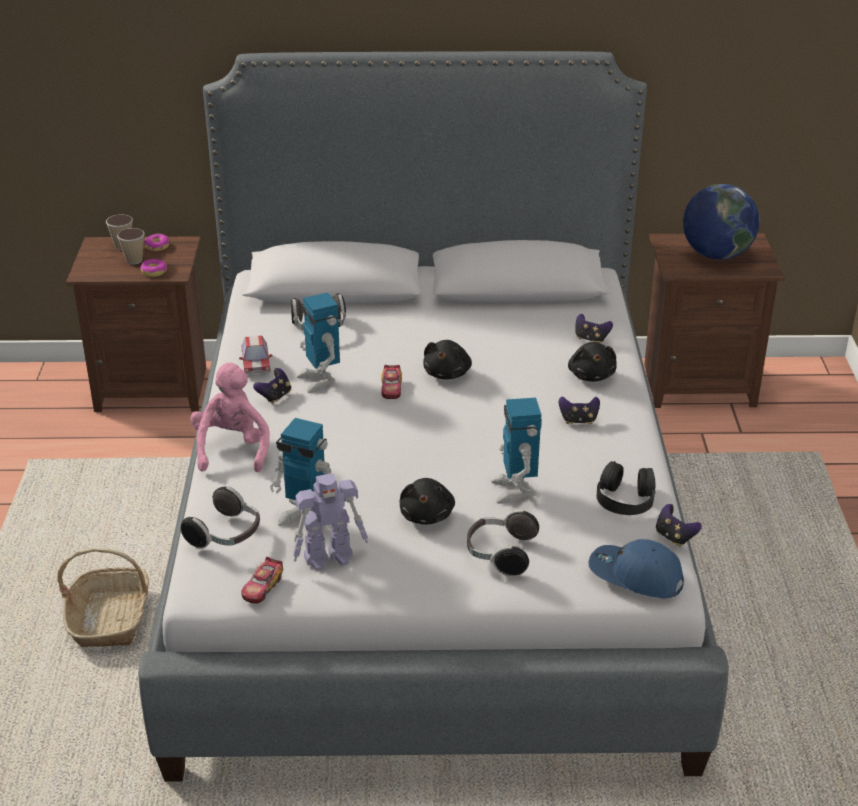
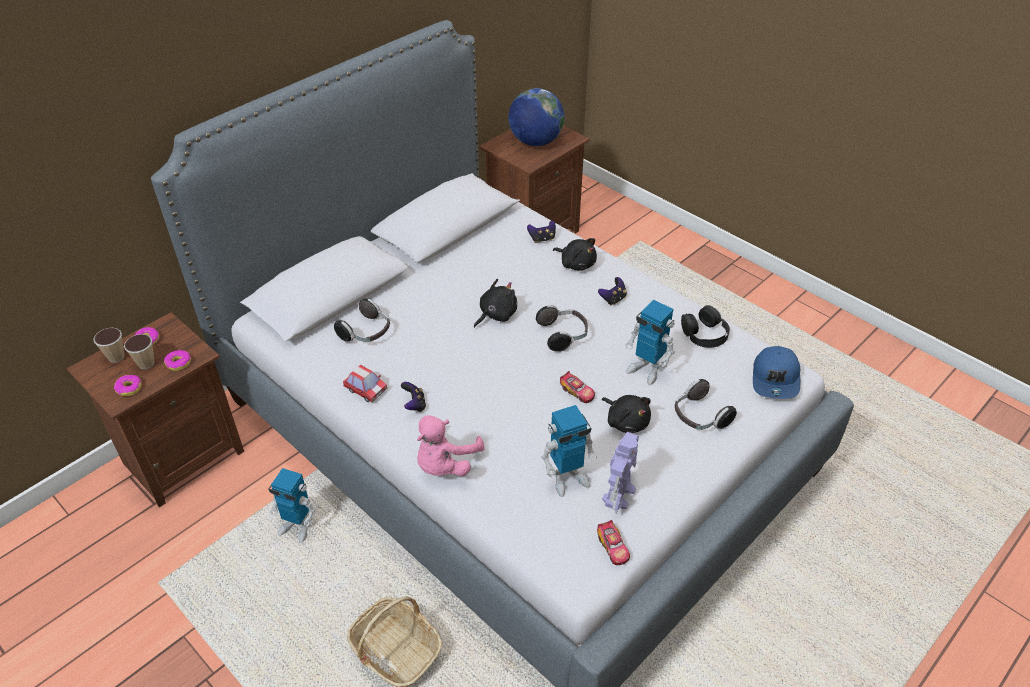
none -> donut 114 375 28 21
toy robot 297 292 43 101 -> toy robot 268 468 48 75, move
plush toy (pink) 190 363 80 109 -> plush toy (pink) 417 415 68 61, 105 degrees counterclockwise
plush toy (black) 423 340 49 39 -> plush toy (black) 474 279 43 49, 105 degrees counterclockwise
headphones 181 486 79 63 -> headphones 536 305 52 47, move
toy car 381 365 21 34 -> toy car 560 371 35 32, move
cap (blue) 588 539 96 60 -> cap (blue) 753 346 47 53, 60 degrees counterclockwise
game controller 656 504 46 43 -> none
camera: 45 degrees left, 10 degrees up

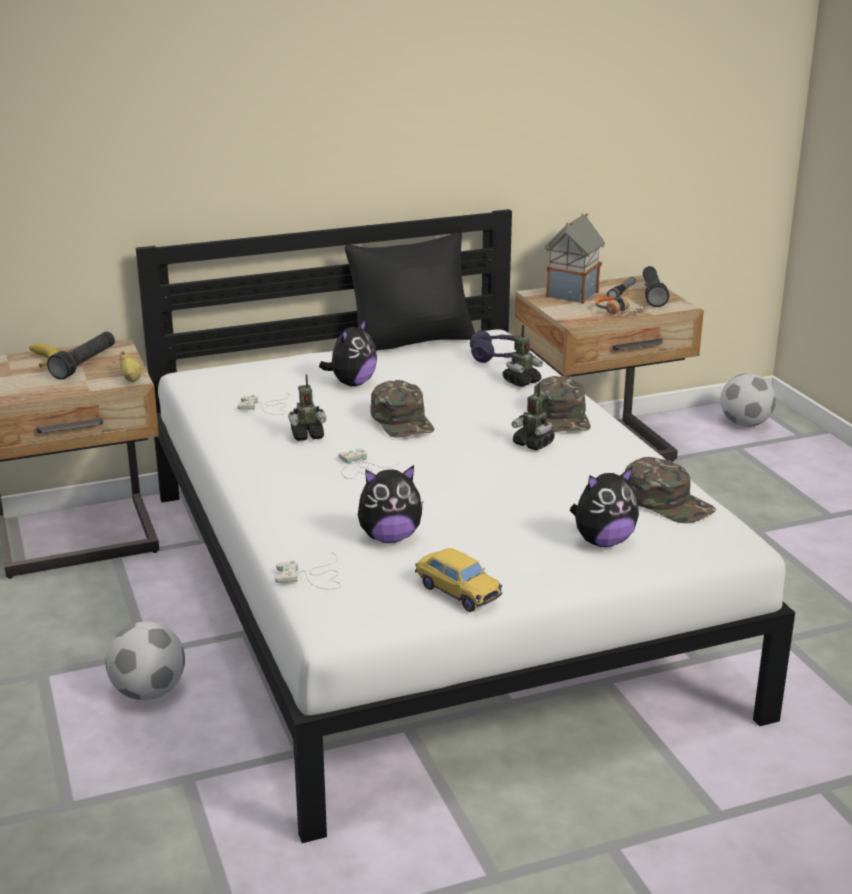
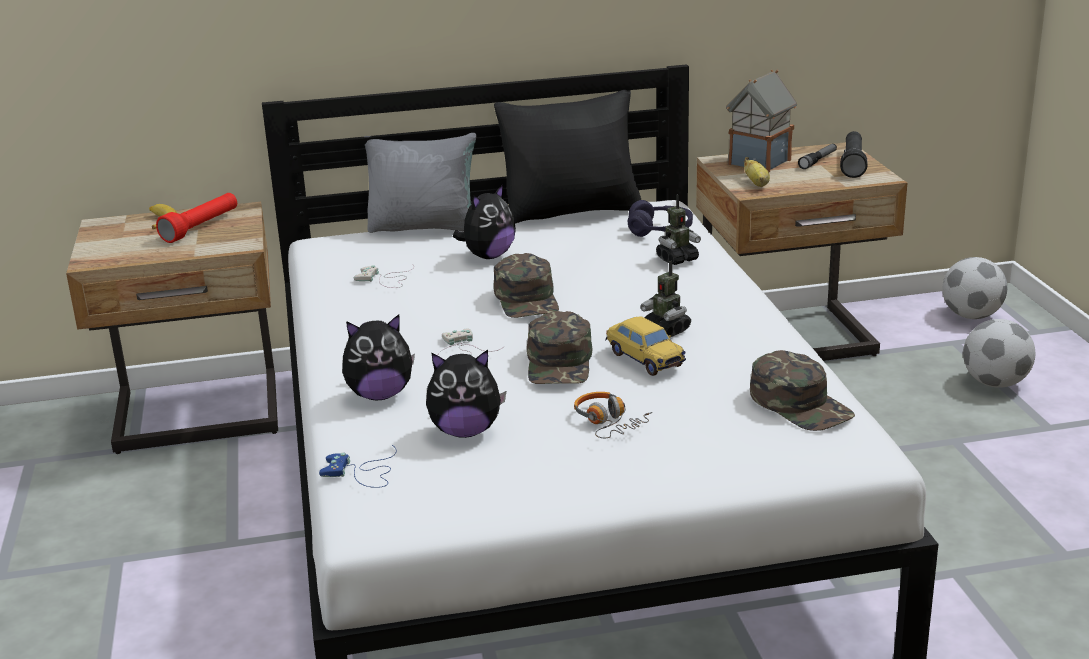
flashlight (black) 47 331 68 49 -> flashlight (red) 156 193 81 50
game controller (white) 275 552 66 37 -> game controller (blue) 319 445 78 43
plush toy 570 466 69 81 -> plush toy 342 314 73 86, move
none -> pillow (grey) 364 133 112 100
cap (green) 534 376 57 56 -> cap (green) 527 311 65 73, move
headphones 595 297 53 21 -> headphones 574 392 78 46, move
toy car 415 548 87 64 -> toy car 606 316 80 60, move
banana 119 352 23 30 -> banana 744 157 26 30, move
football 106 621 79 79 -> football 963 319 72 69, move
toy robot 288 374 38 67 -> none
camera: 10 degrees right, 0 degrees up

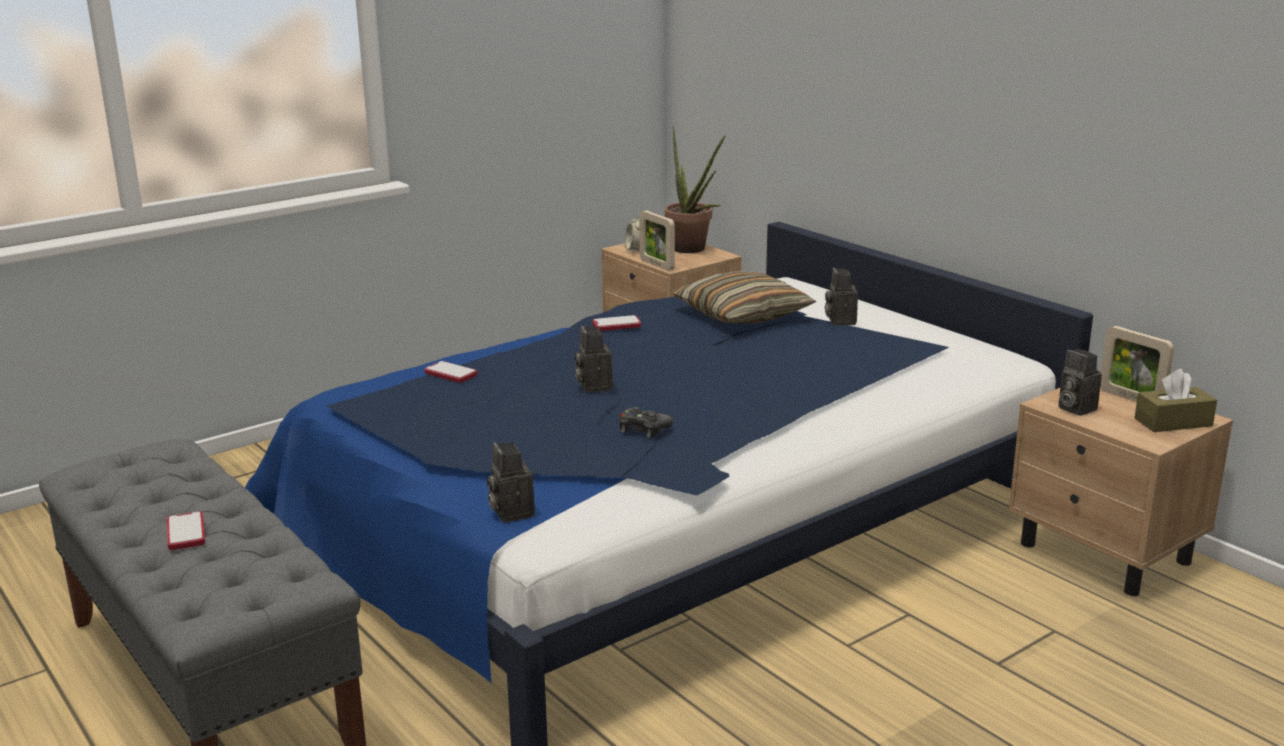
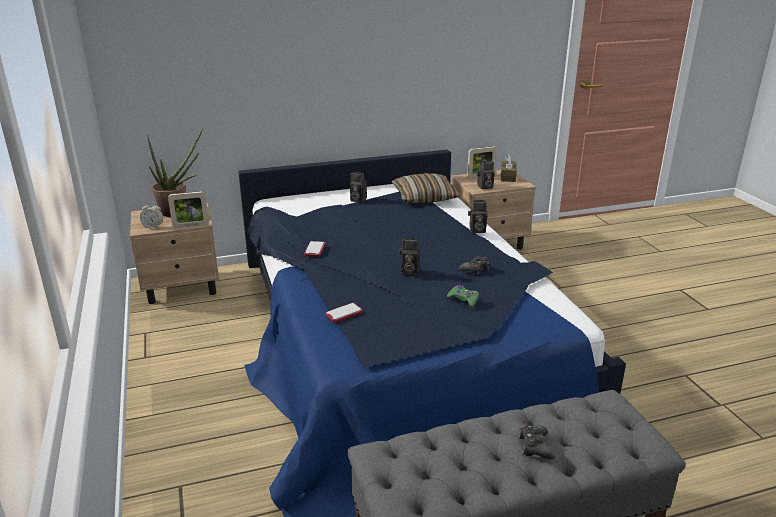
pillow 672 271 144 53 -> pillow 391 173 69 30, move
none -> game controller (green) 447 285 32 22
photo camera 487 442 48 80 -> photo camera 468 200 19 33, move
phone 167 512 38 38 -> game controller (black) 518 425 37 34
camera: 70 degrees left, 5 degrees up

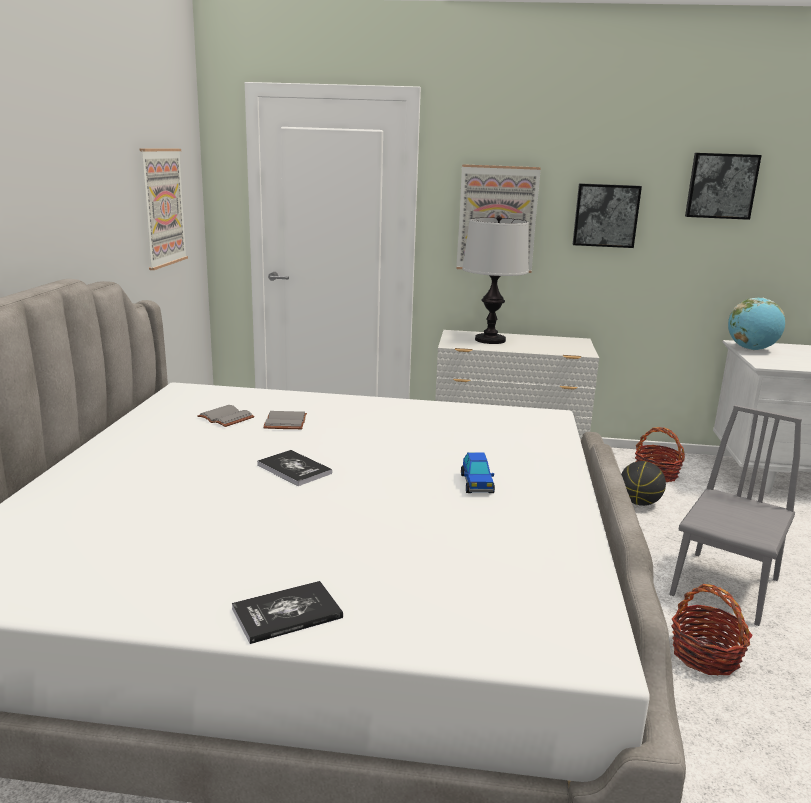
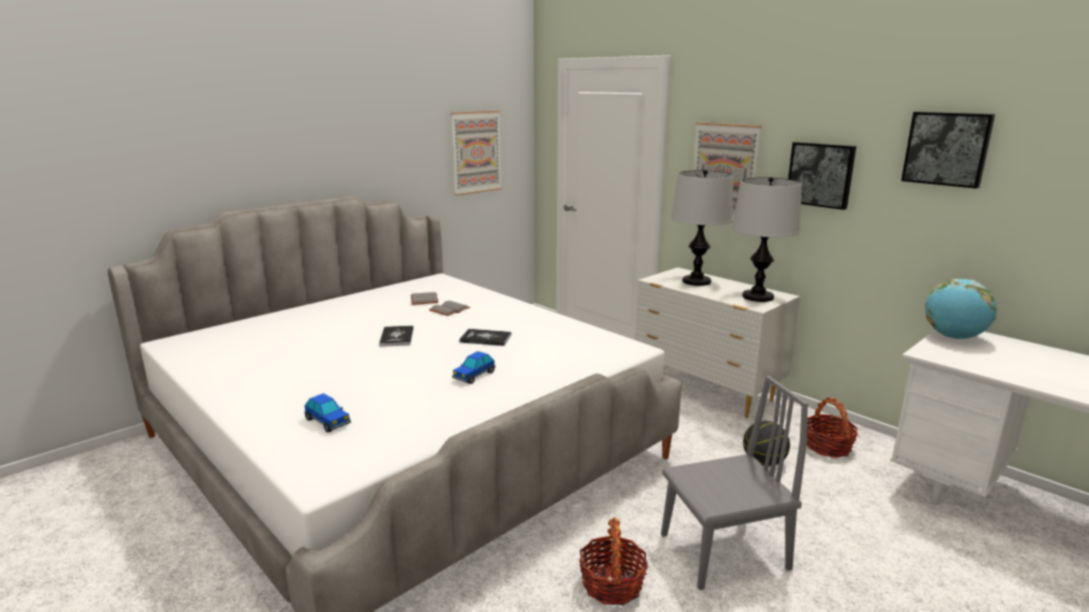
none -> toy car 304 393 47 39
book 232 581 111 63 -> book 459 329 52 17, move
none -> table lamp 732 177 70 125
camera: 40 degrees right, 0 degrees up

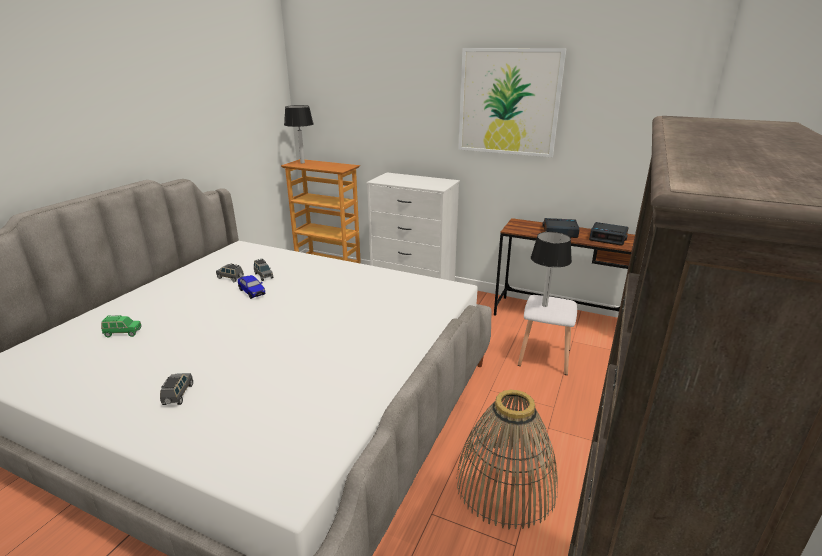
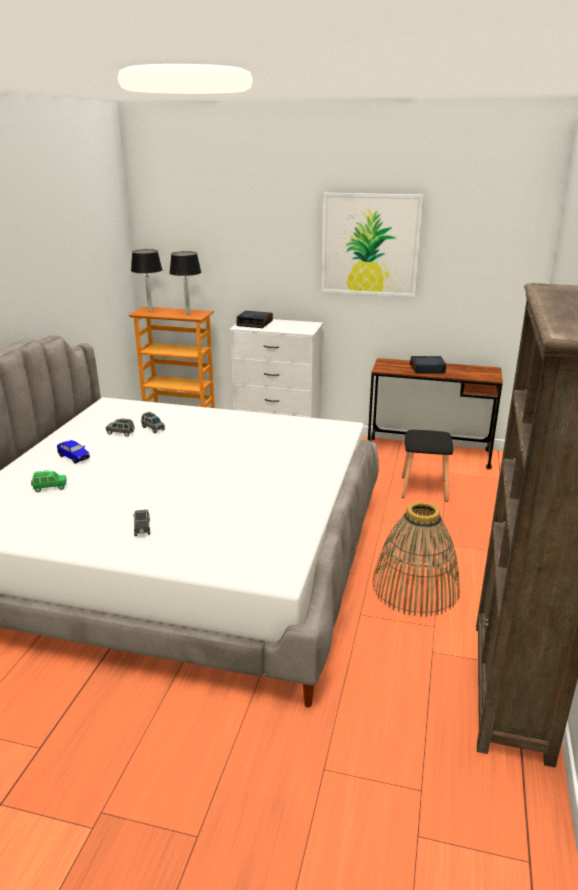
toy car 238 275 27 24 -> toy car 57 440 33 24, move
table lamp 531 232 41 75 -> table lamp 170 251 31 64, move
alarm clock 589 222 40 24 -> alarm clock 236 311 37 17, move
stool (white) 518 295 59 80 -> stool (black) 401 430 52 72
camera: 10 degrees left, 0 degrees up

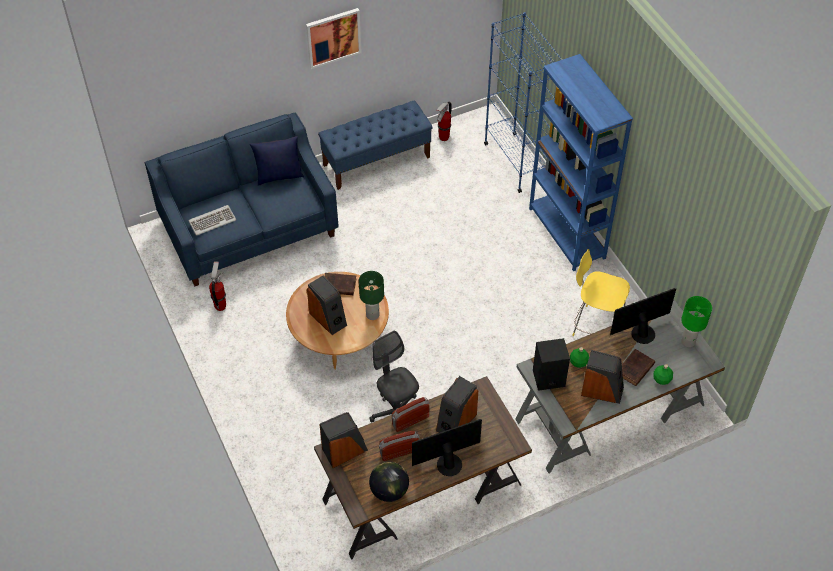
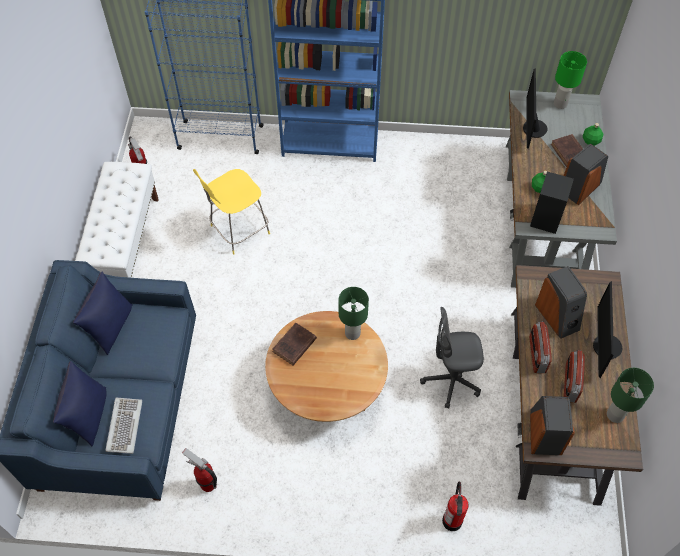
none -> pillow (blue) 53 361 54 86
bench (blue) 318 100 115 90 -> bench (white) 75 162 84 116
stool (yellow) 572 249 58 87 -> stool (yellow) 193 169 77 86, move
none -> fire extinguisher 442 481 27 50
globe 369 462 40 40 -> table lamp (green) 607 368 47 55
picture 306 8 56 61 -> none
speaker 307 275 40 60 -> none
camera: 60 degrees left, 5 degrees up

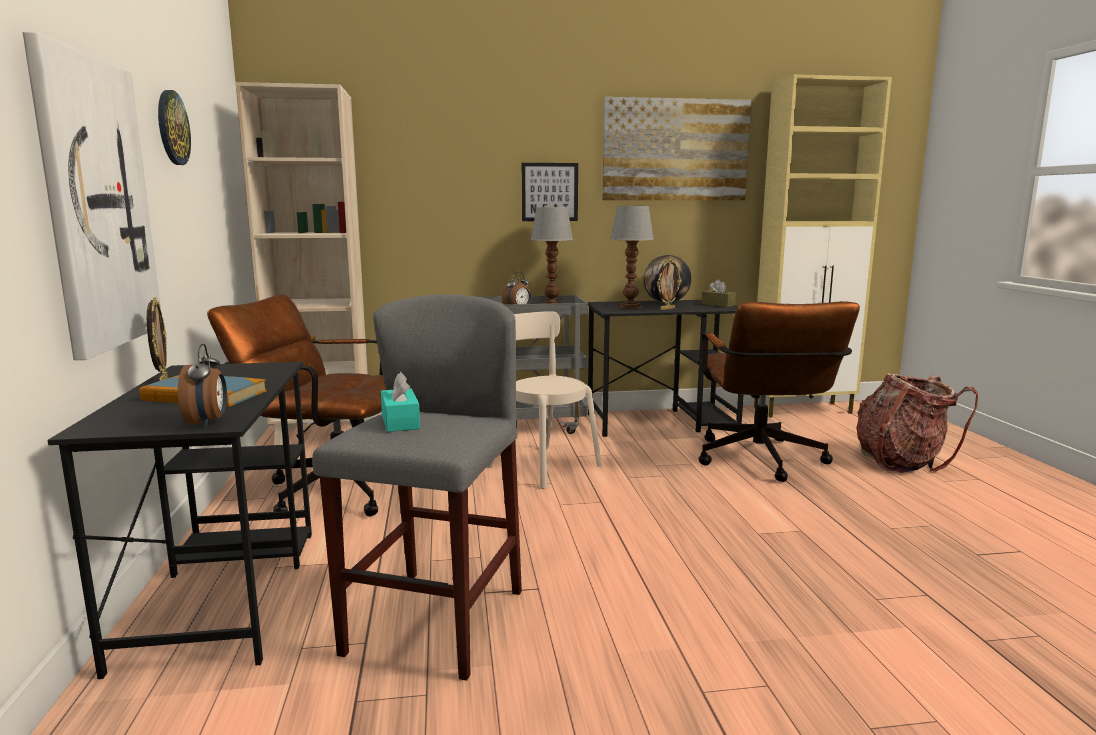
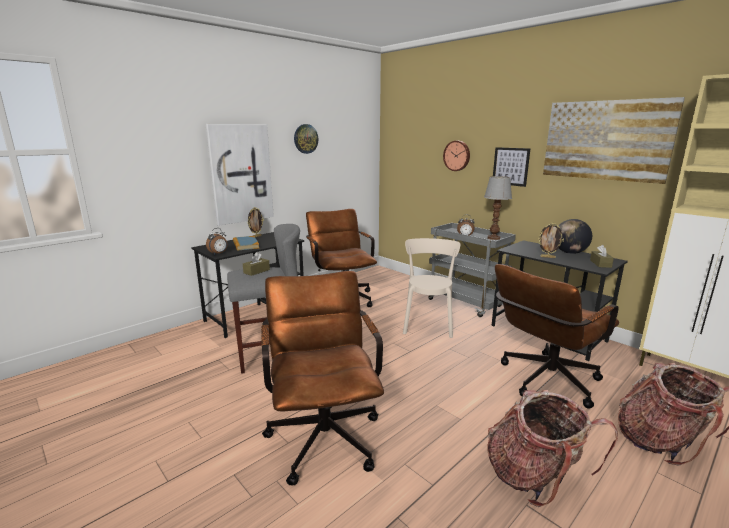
tissue box (turquoise) 381 372 39 60 -> tissue box (brown) 243 253 27 23
none -> office chair (brown) 261 271 123 215
none -> wall clock 443 141 27 30
none -> backpack 487 390 131 117
bookcase (beige) 236 82 132 363 -> none
table lamp 610 206 44 103 -> none
camera: 55 degrees right, 5 degrees up

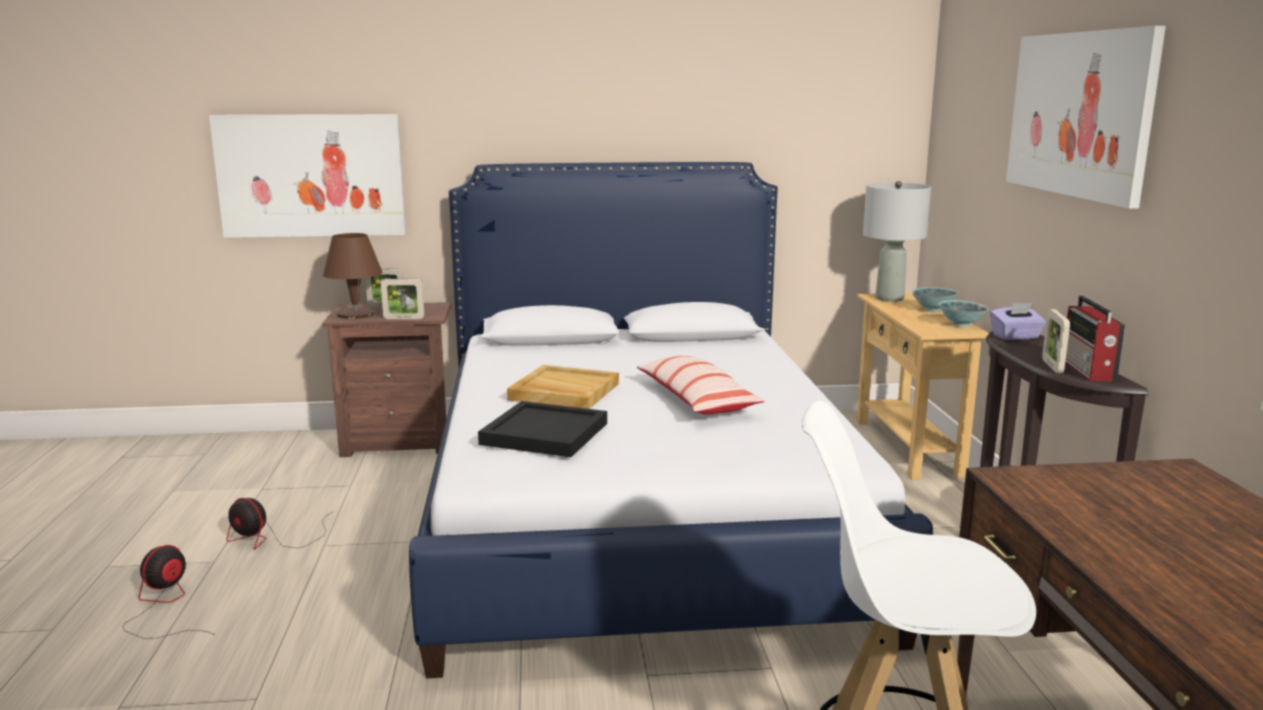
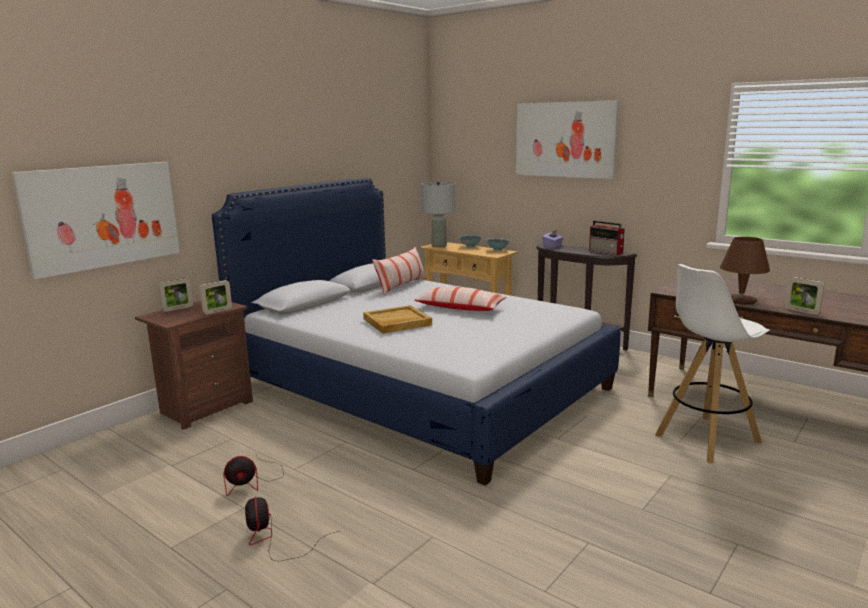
none -> pillow 372 247 54 48
table lamp (brown) 323 233 60 86 -> table lamp (brown) 720 237 50 68, move
picture frame 1042 309 28 64 -> picture frame 784 277 41 38, move
tray (black) 478 401 129 56 -> none
camera: 45 degrees left, 0 degrees up

